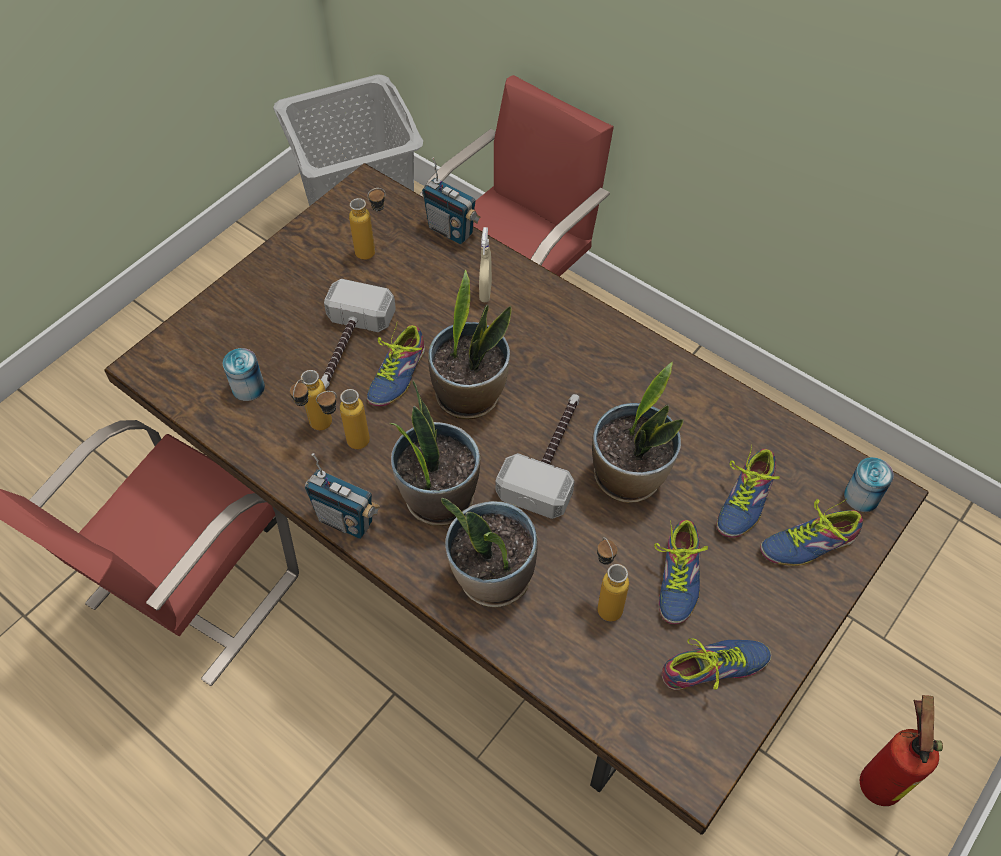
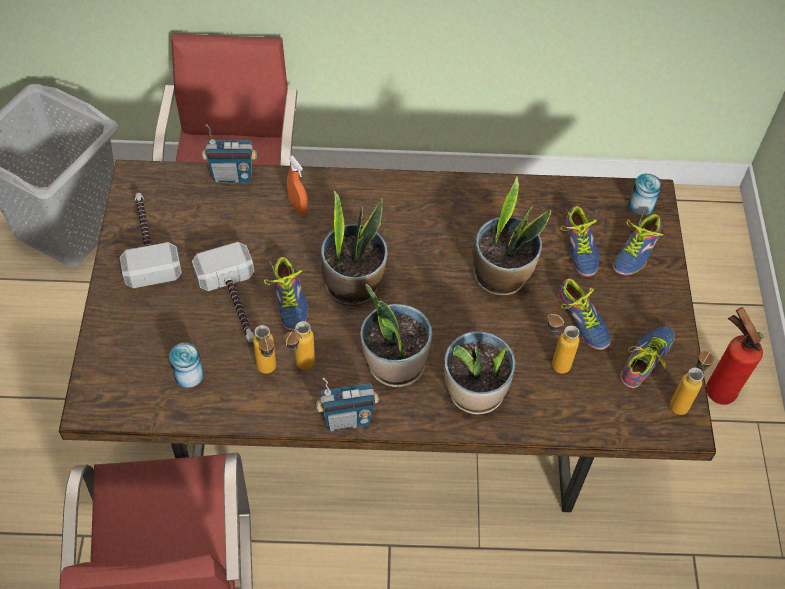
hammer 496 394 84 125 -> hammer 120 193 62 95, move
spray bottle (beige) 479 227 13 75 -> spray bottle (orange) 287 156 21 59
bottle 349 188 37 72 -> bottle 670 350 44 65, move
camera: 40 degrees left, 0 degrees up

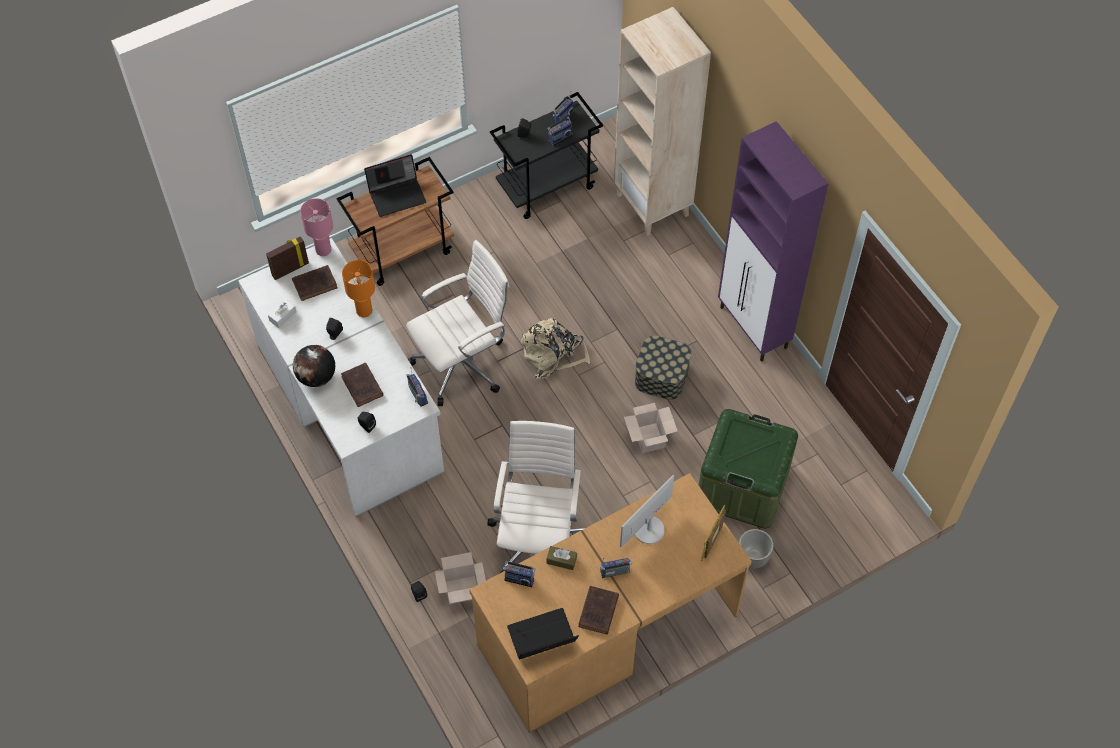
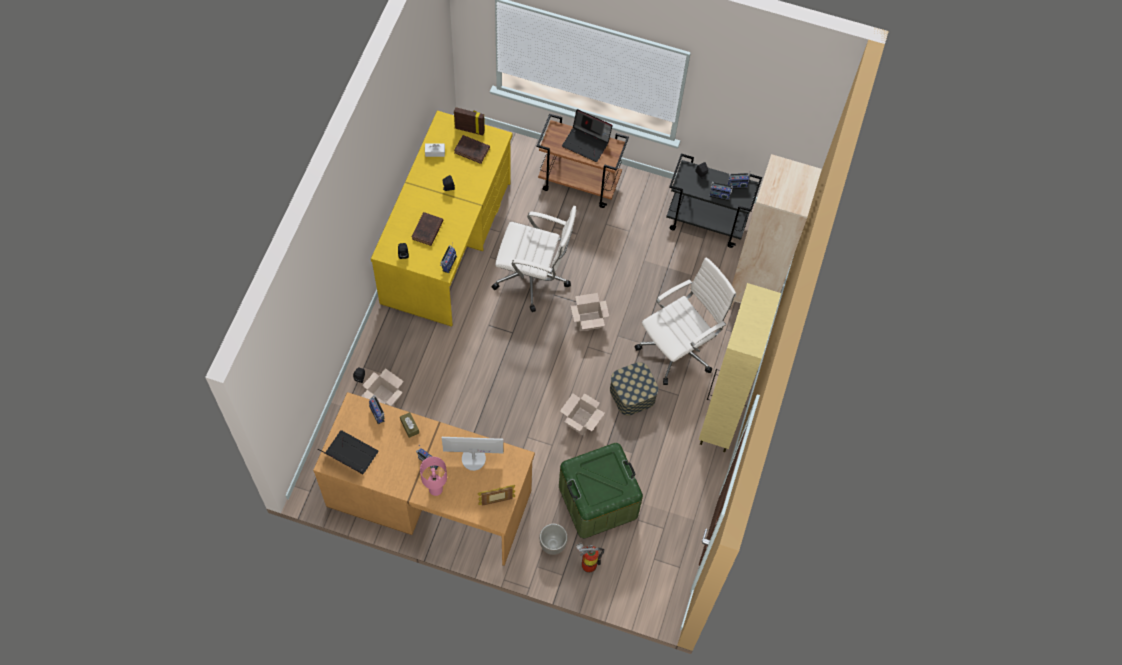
desk (white) 238 238 206 279 -> desk (yellow) 371 111 142 216
table lamp (pink) 300 198 33 58 -> table lamp (pink) 420 457 27 39, move
backpack (beige) 521 318 69 61 -> cardboard box 571 293 38 38
none -> fire extinguisher 576 542 28 30
office chair (white) 487 421 98 152 -> office chair (white) 634 257 102 128, move
cabinet (purple) 718 121 111 241 -> cabinet (beige) 699 283 82 169
globe 293 345 42 42 -> none
table lamp (orange) 342 260 33 57 -> none
book (brown) 578 586 41 49 -> none
camera: 45 degrees right, 5 degrees up

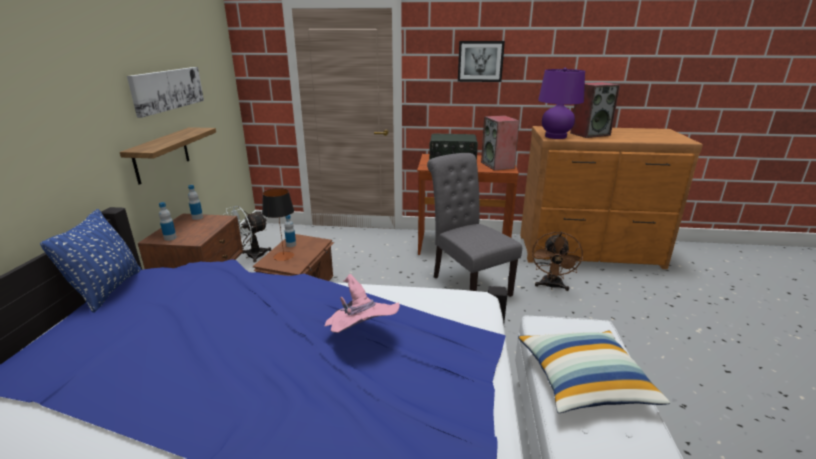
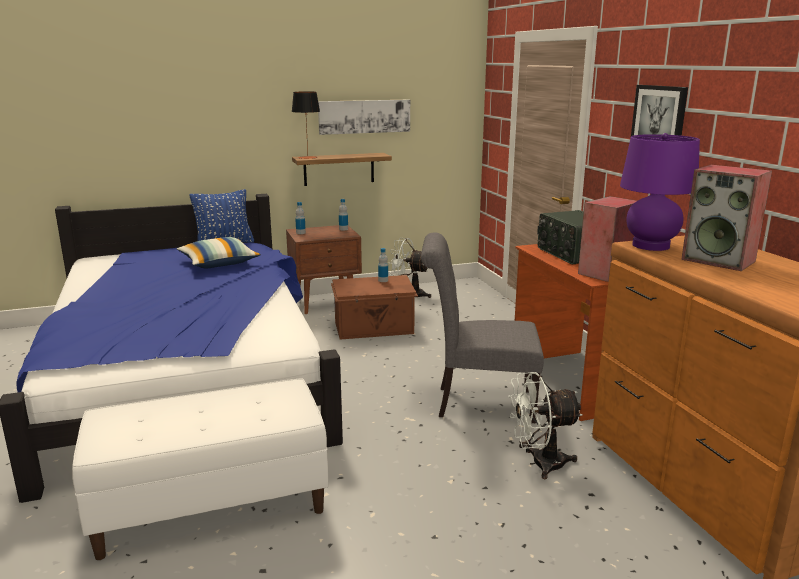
pillow 518 330 152 83 -> pillow 177 237 84 31, move
table lamp 262 188 32 73 -> table lamp 292 91 28 68, move
chair (grey) 427 153 95 144 -> chair (grey) 421 233 123 190, 120 degrees counterclockwise
fan (brown) 532 232 51 59 -> fan (white) 508 372 75 107
hat (pink) 325 274 75 59 -> none
camera: 65 degrees right, 5 degrees down

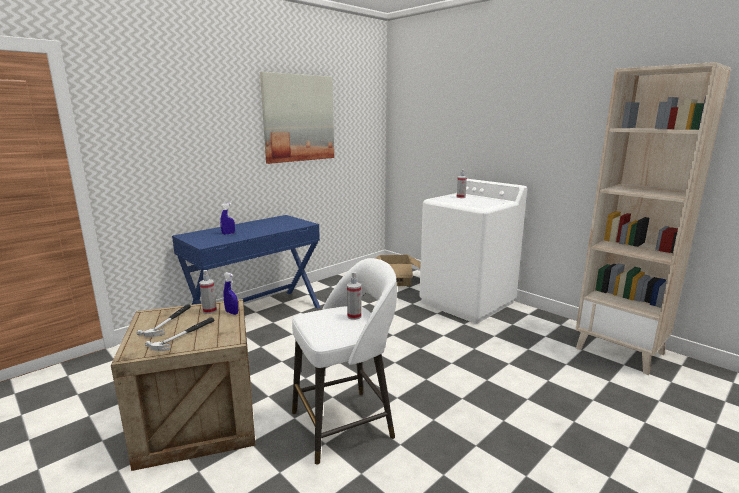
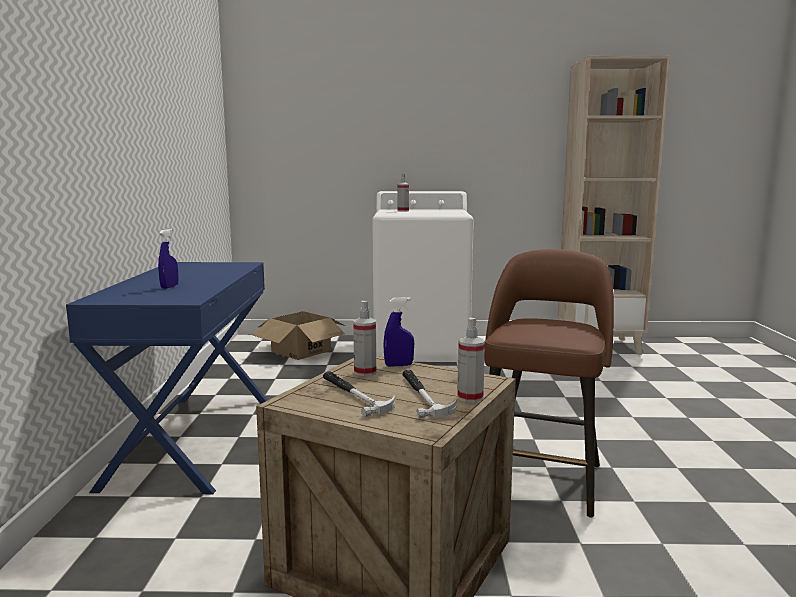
spray bottle 347 272 15 48 -> spray bottle 457 318 28 85, move
stool (white) 292 258 105 206 -> stool (brown) 485 249 129 269
picture 260 72 74 92 -> none
camera: 45 degrees left, 5 degrees down

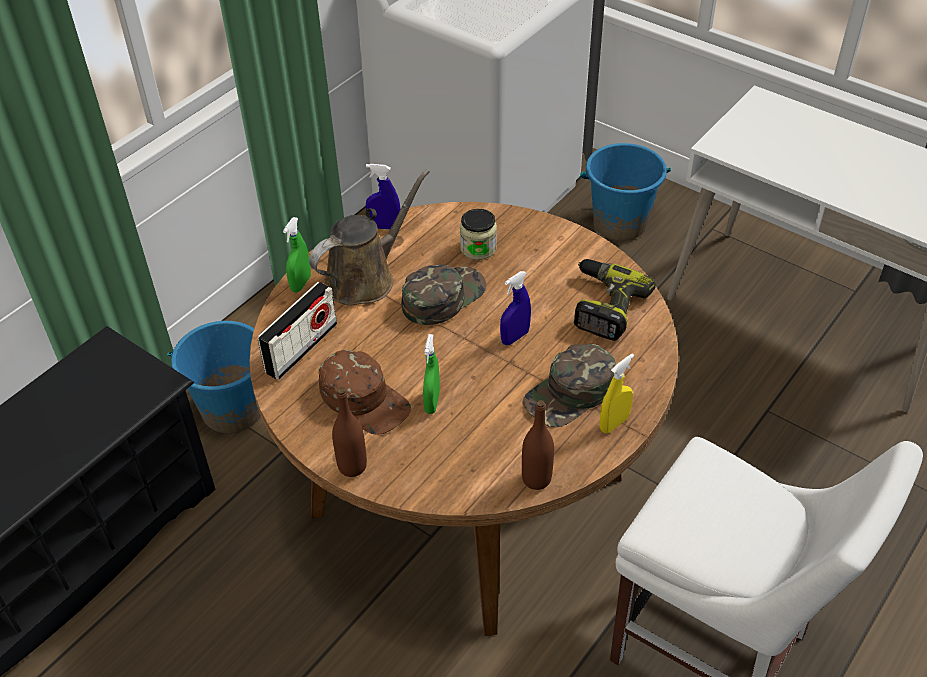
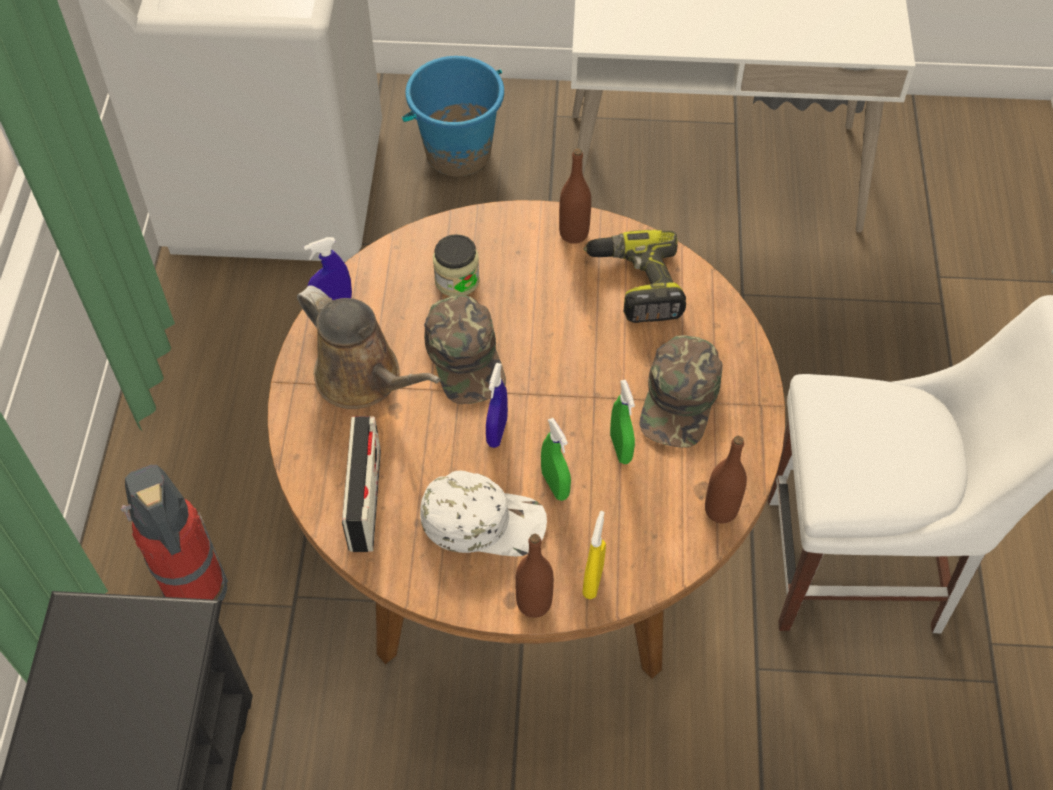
bucket (blue) 167 321 94 112 -> fire extinguisher 121 465 107 136
watering can (brown) 309 169 121 136 -> watering can (brown) 297 285 144 124, 120 degrees clockwise
cap (brown) 319 350 92 85 -> cap (white) 420 471 127 85
cap (green) 401 264 85 61 -> cap (green) 424 295 82 109, 150 degrees clockwise
spray bottle (blue) 500 271 31 74 -> spray bottle (blue) 486 363 22 85, move
none -> bottle (brown) 559 148 32 96
spray bottle (yellow) 600 353 34 80 -> spray bottle (yellow) 583 511 23 88, move
spray bottle (green) 283 217 28 76 -> spray bottle (green) 610 380 25 84, move
camera: 35 degrees left, 10 degrees up

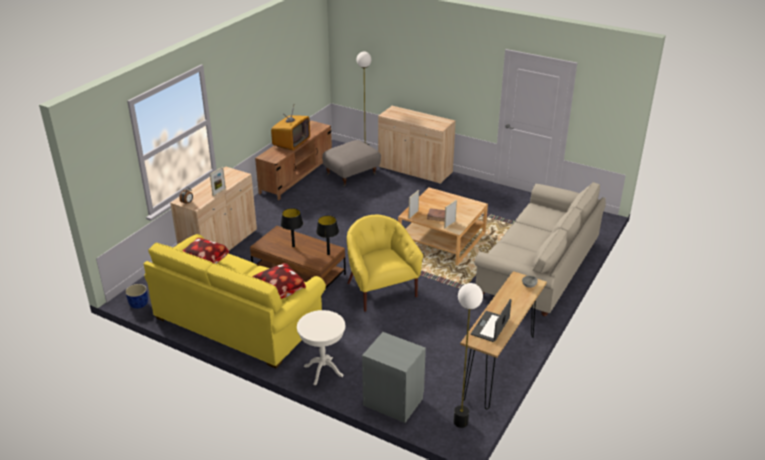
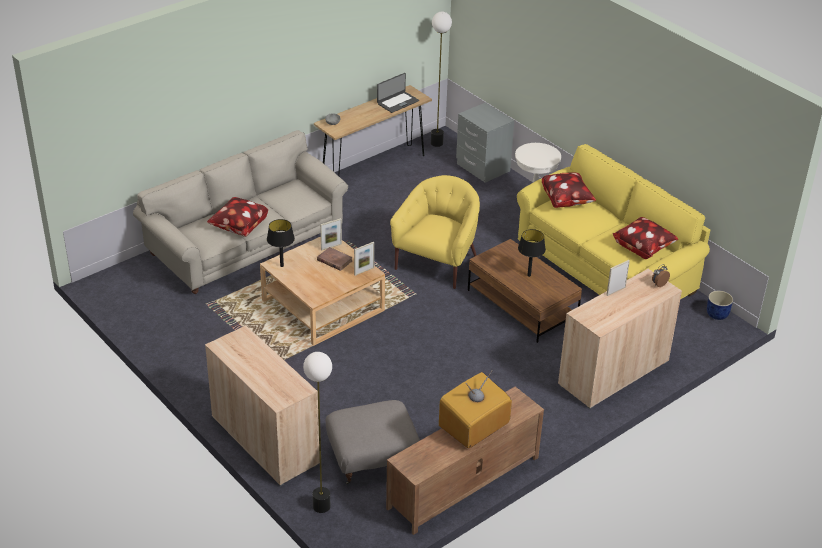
none -> pillow 207 197 61 40
table lamp (black) 316 216 23 39 -> table lamp (black) 267 219 28 48, move
armchair (yellow) 347 215 76 97 -> armchair (yellow) 390 175 90 114, 150 degrees counterclockwise
camera: 160 degrees left, 5 degrees up

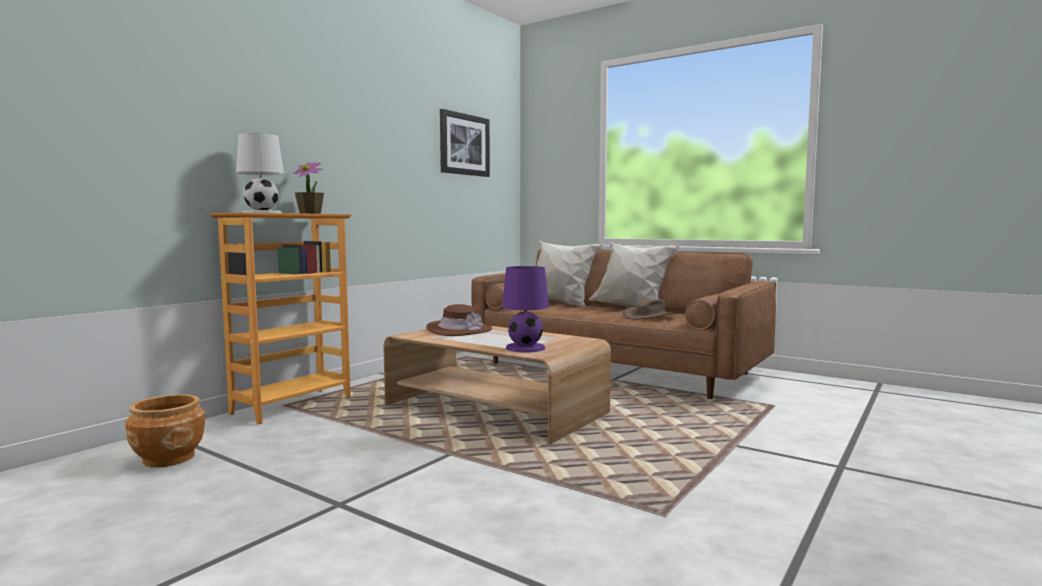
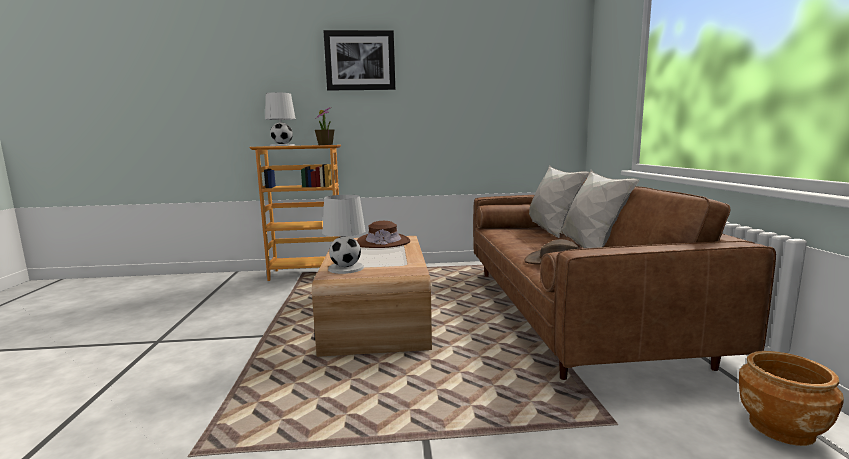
table lamp (purple) 502 266 47 86 -> table lamp (white) 323 195 42 79
picture 440 109 50 68 -> picture 324 30 71 60, move
planter (brown) 125 394 80 74 -> planter (brown) 739 351 105 95, move
camera: 50 degrees right, 5 degrees up

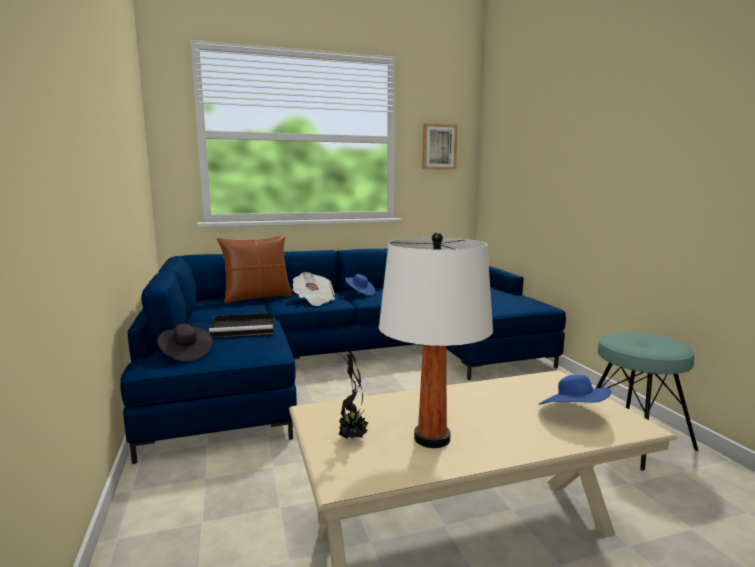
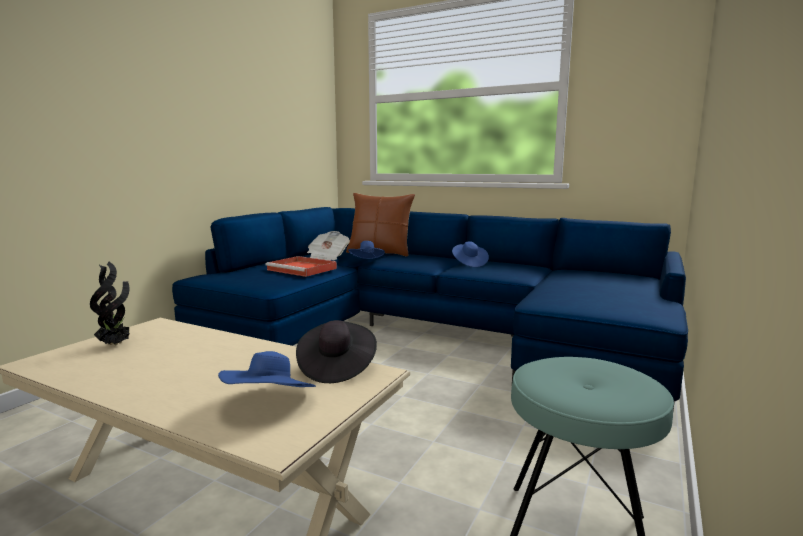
tray (black) 209 313 65 24 -> tray (red) 265 256 72 21
hat (black) 157 324 56 38 -> hat (black) 296 320 81 63, move
newspaper 293 272 42 34 -> newspaper 307 231 43 29, move
none -> hat (blue) 348 241 37 18
table lamp (white) 379 232 114 216 -> none
picture 423 124 35 46 -> none
camera: 45 degrees right, 0 degrees up

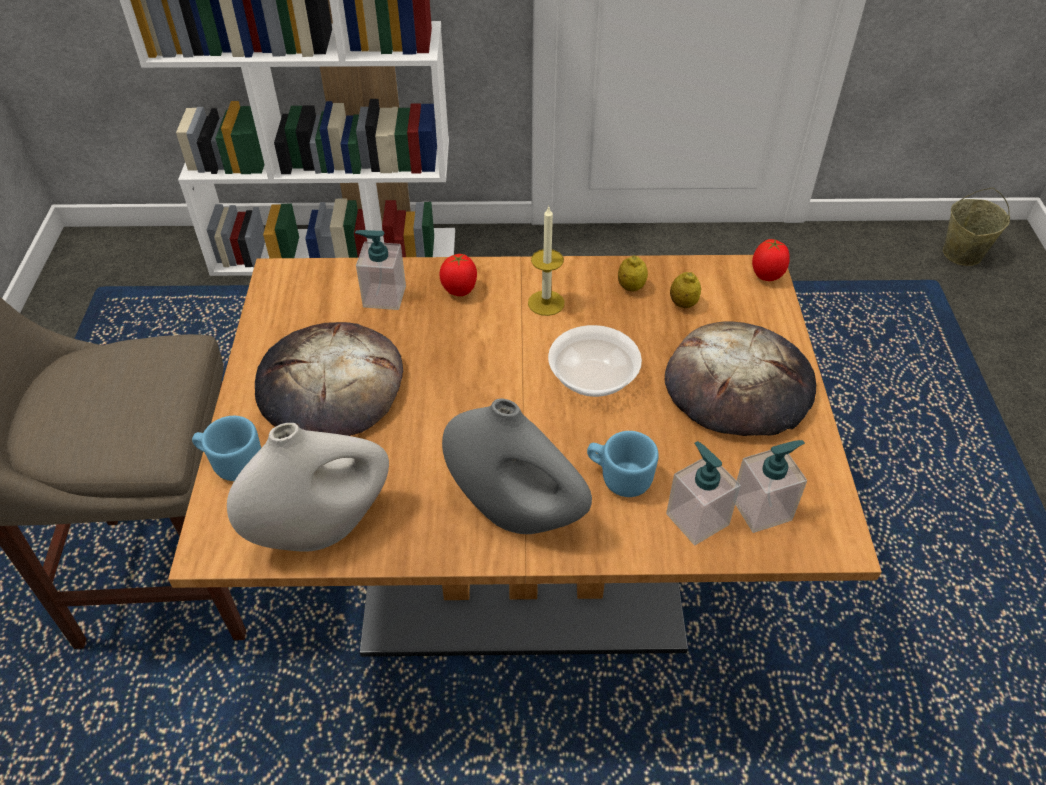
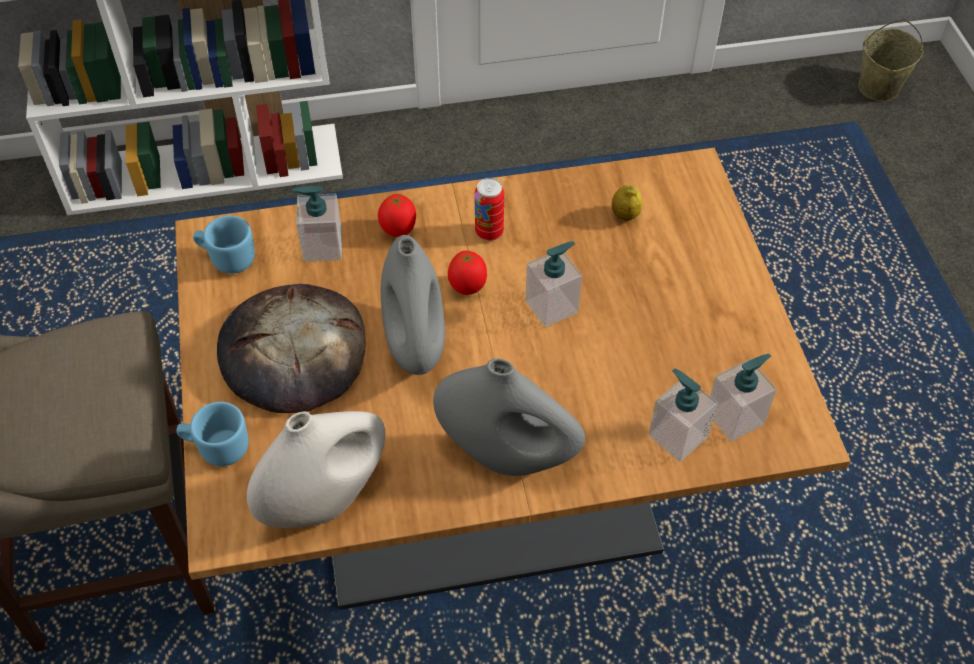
mug (blue) 587 431 72 66 -> mug (blue) 193 215 62 59, move
none -> vase (grey) 381 235 64 140
tomato 752 238 38 43 -> tomato 448 250 39 45, move
candle 528 206 37 110 -> can 475 178 29 63
bowl 548 325 94 72 -> soap dispenser 525 241 57 86
lemon 618 256 30 35 -> none
bread 665 321 151 115 -> none
camera: 10 degrees left, 5 degrees up

